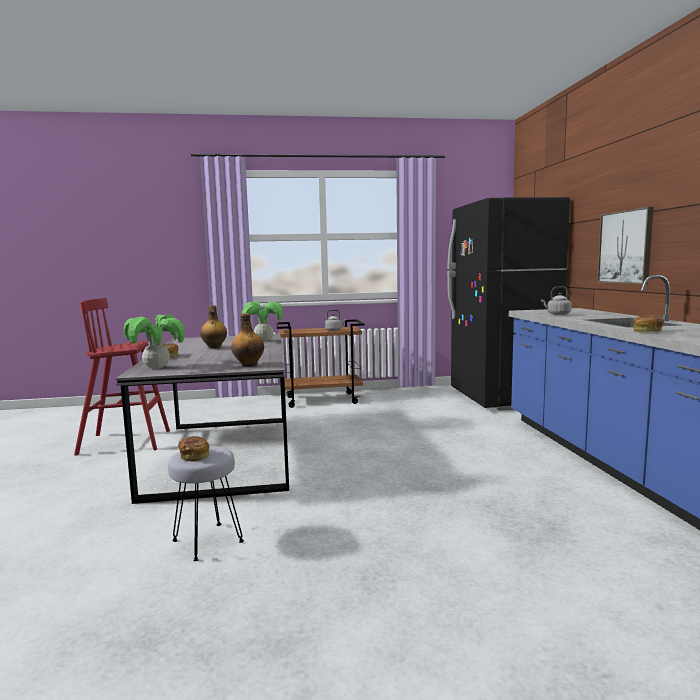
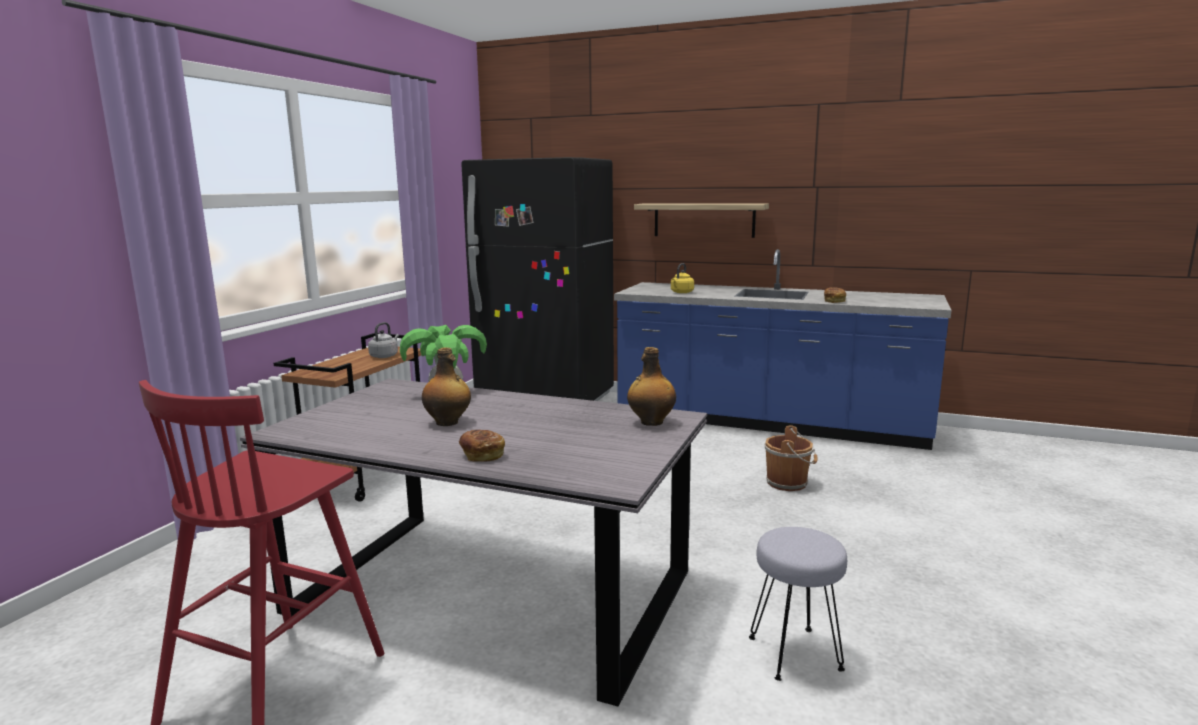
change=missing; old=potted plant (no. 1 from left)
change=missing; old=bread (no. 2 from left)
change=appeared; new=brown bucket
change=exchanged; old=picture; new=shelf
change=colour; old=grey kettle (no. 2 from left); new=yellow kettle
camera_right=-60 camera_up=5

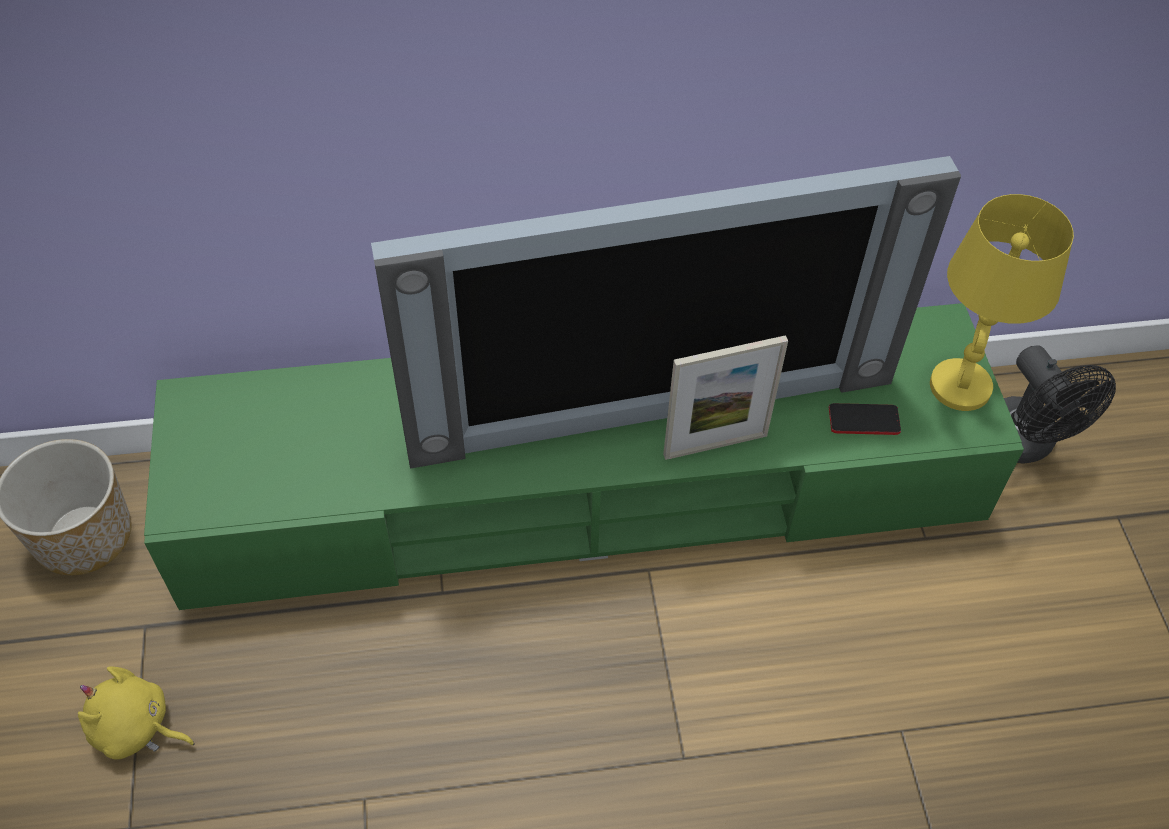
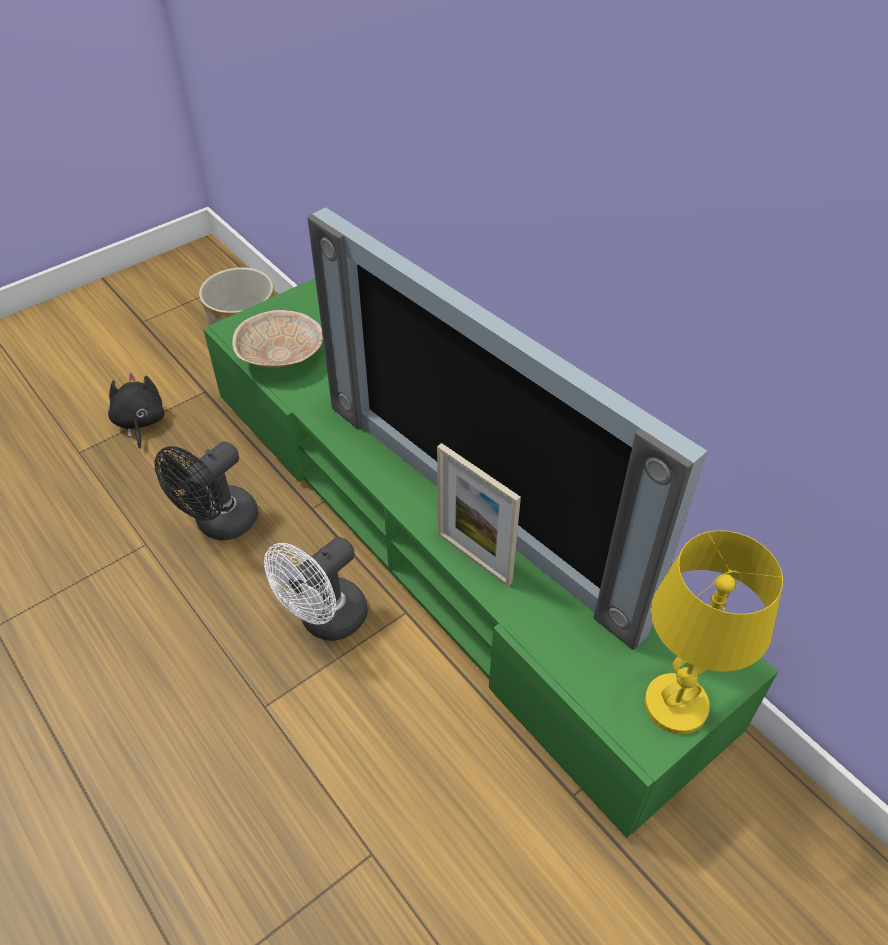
change=missing; old=phone
change=appeared; new=beige bowl
change=appeared; new=white fan
change=relocated; old=black fan
change=colour; old=yellow plush toy; new=black plush toy
camera_right=60 camera_up=-5

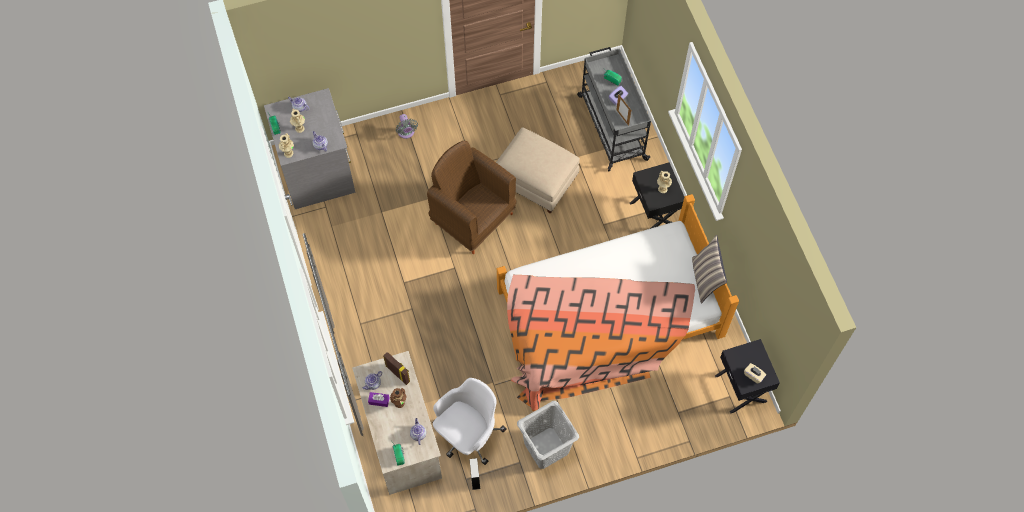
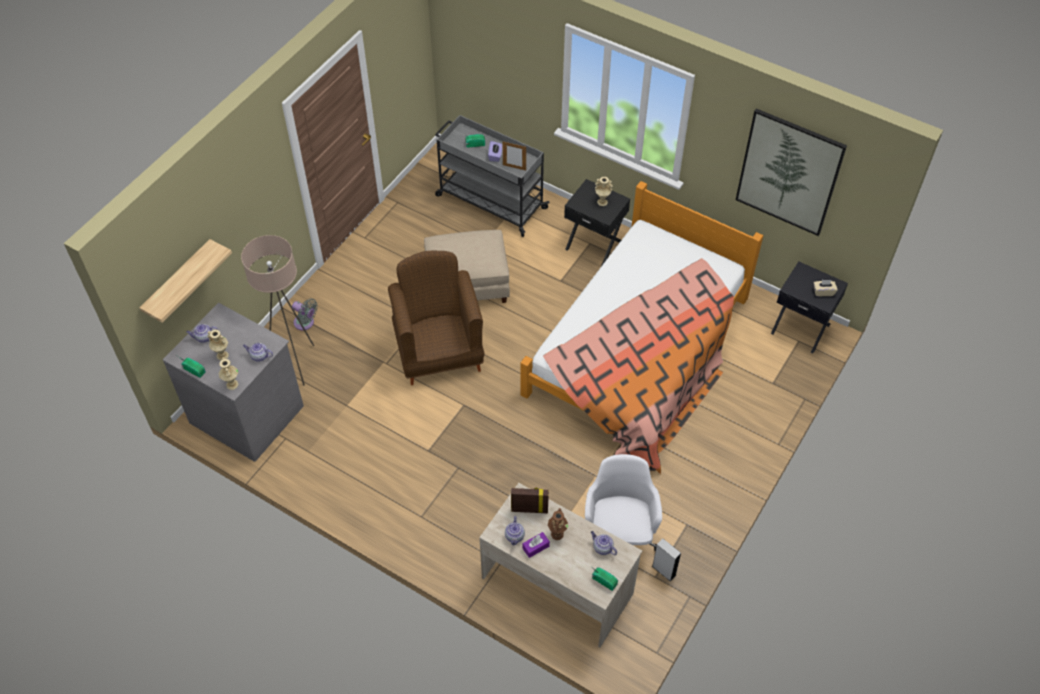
change=missing; old=grey laundry basket
change=missing; old=pillow
change=appeared; new=shelf
change=appeared; new=beige floor lamp
change=appeared; new=picture
change=spun; old=brown armchair; degrees=75
camera_right=-40 camera_up=-10

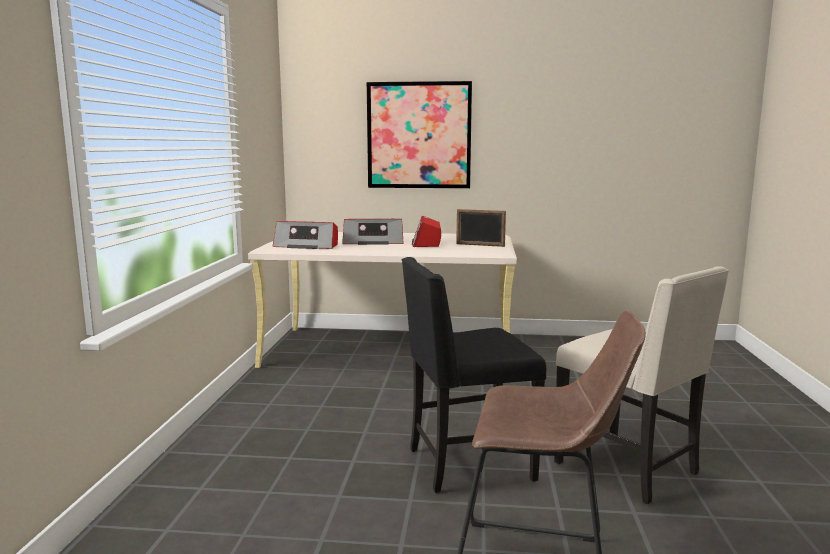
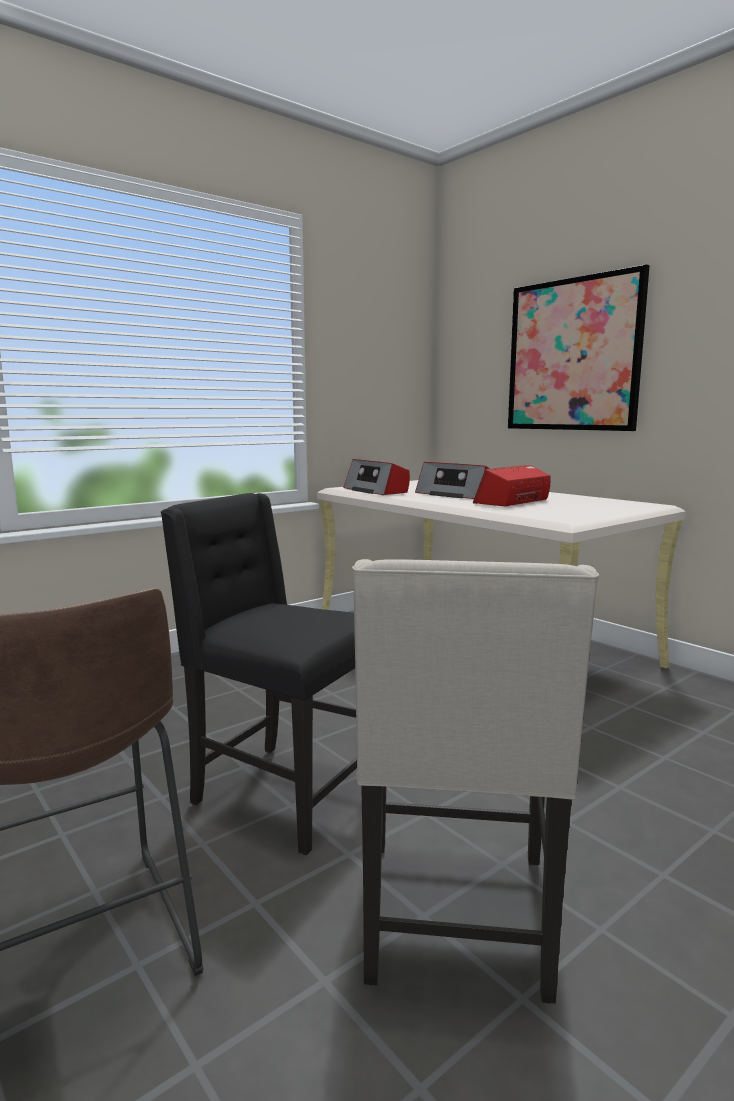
change=missing; old=picture frame
camera_right=45 camera_up=0

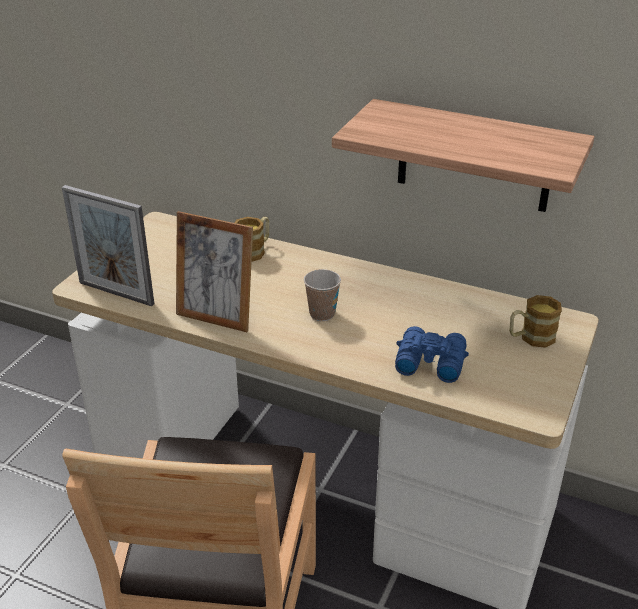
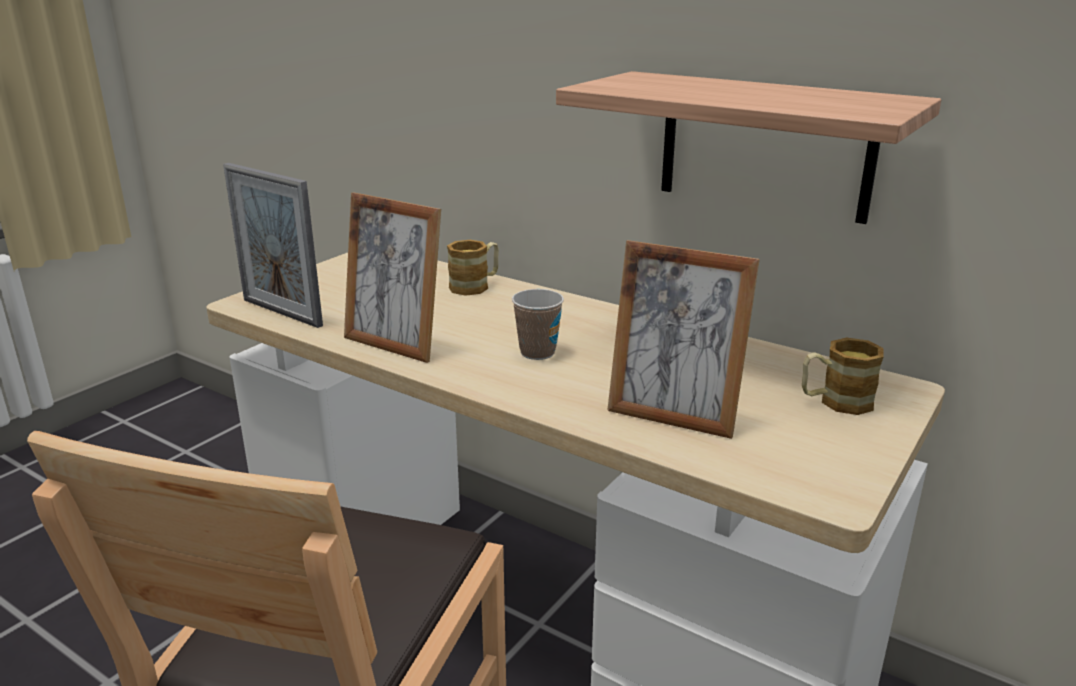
change=exchanged; old=blue binoculars; new=picture frame (no. 3 from left)
camera_right=10 camera_up=-10

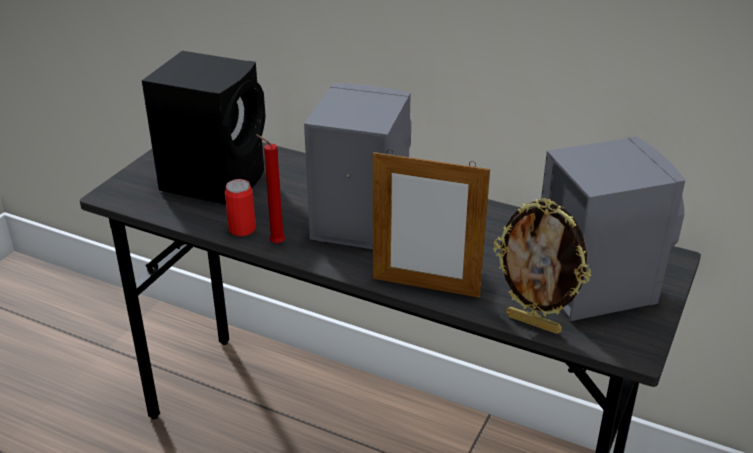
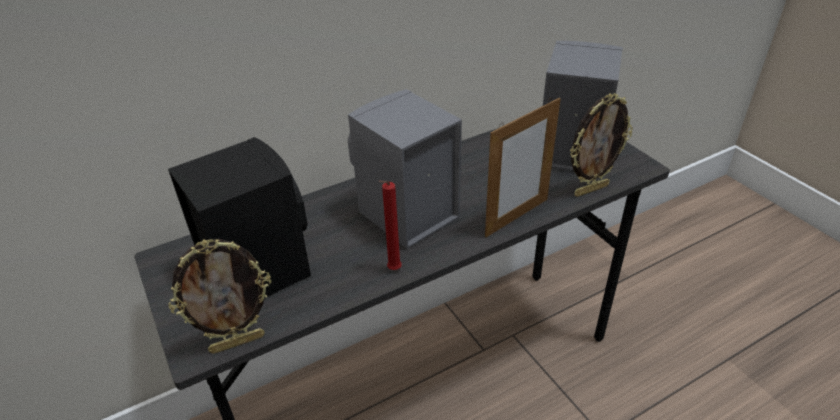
change=missing; old=can
change=appeared; new=picture frame (no. 1 from left)
camera_right=-55 camera_up=5

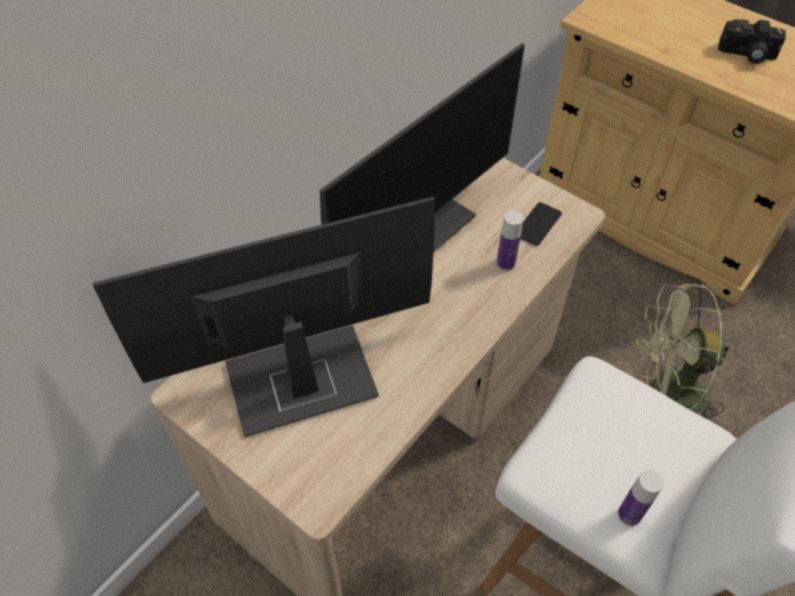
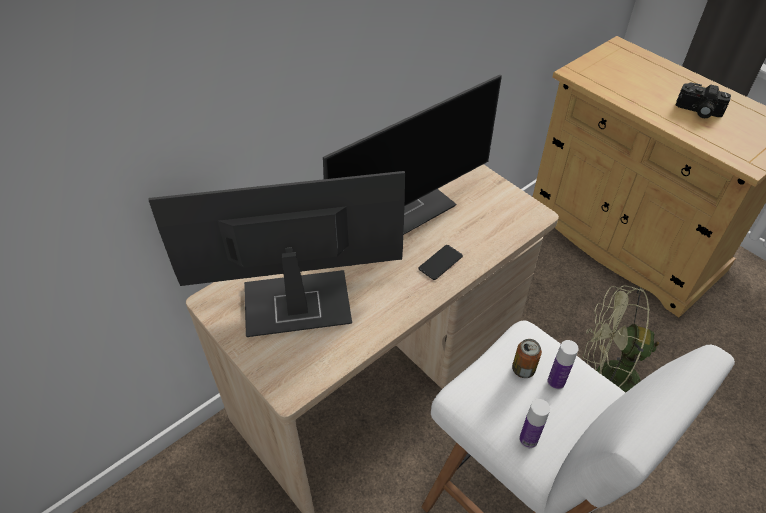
change=appeared; new=can
change=relocated; old=bottle (no. 1 from left in the first image); new=bottle (no. 2 from left)
change=relocated; old=phone
camera_right=10 camera_up=-5

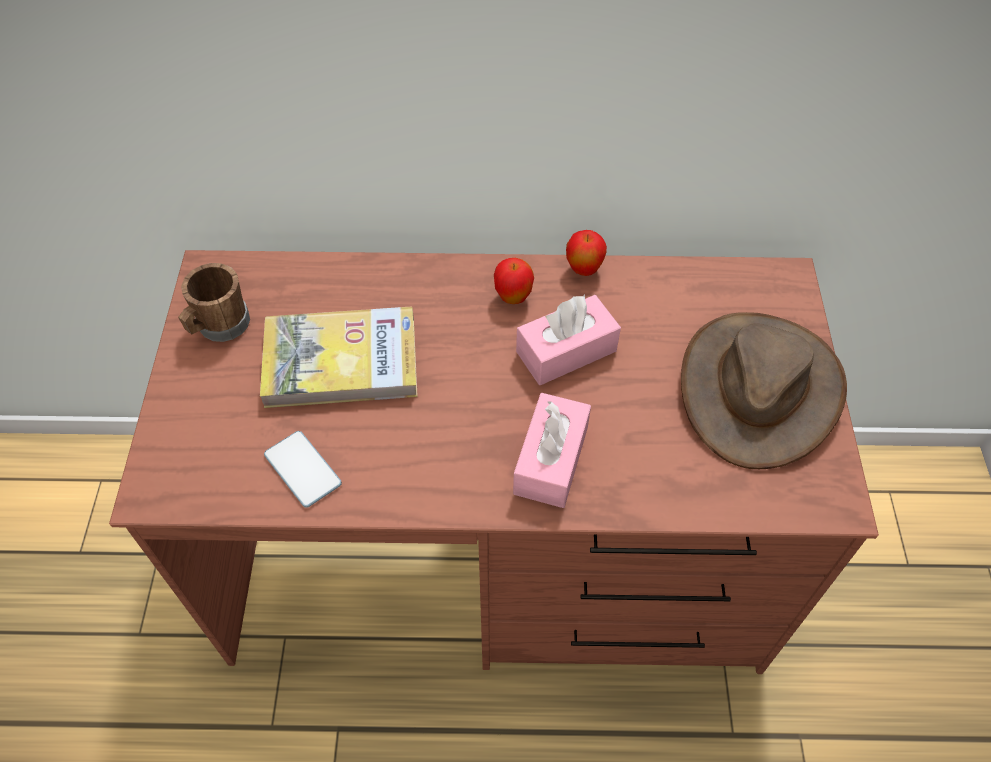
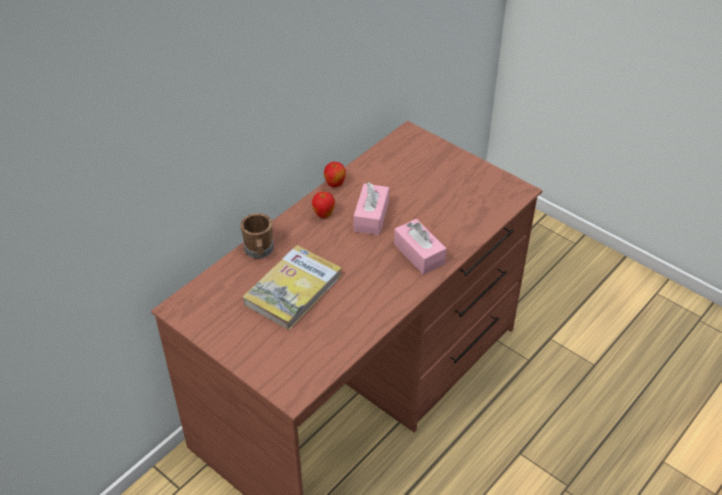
change=missing; old=phone
change=missing; old=brown hat
change=relocated; old=brown mug
camera_right=-50 camera_up=-10

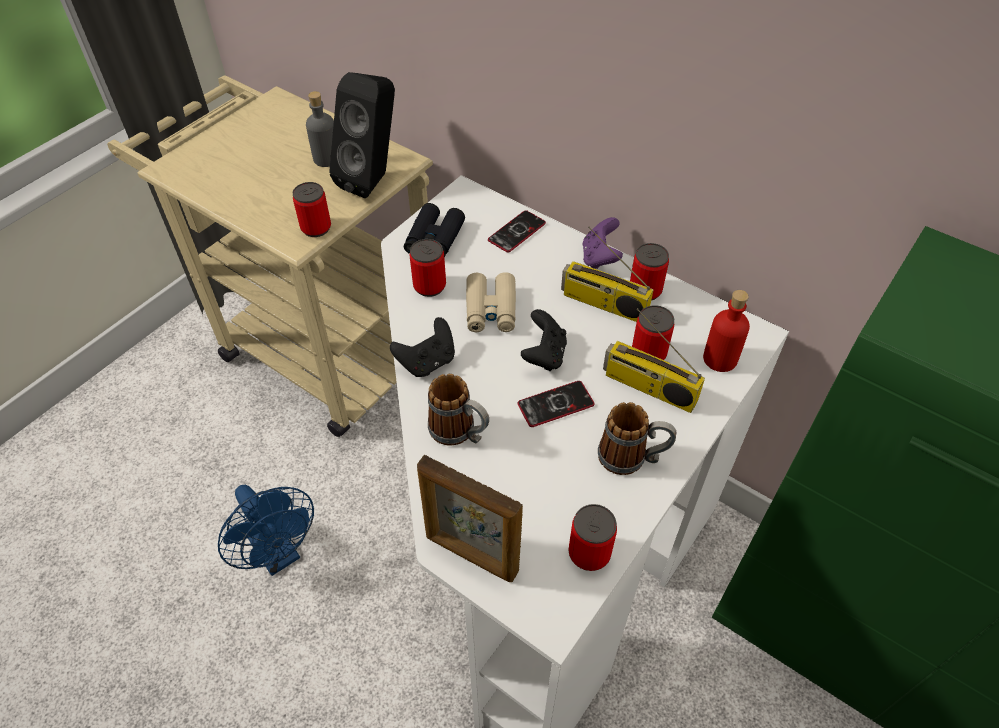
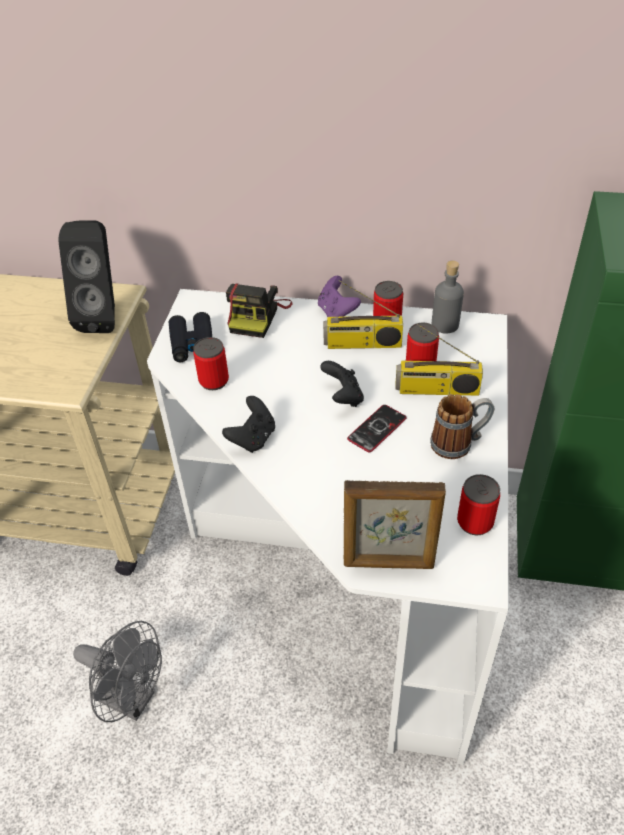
change=missing; old=can (no. 1 from left)
change=missing; old=mug (no. 1 from left)
change=missing; old=beige binoculars
change=missing; old=red bottle
change=relocated; old=grey bottle
change=exchanged; old=phone (no. 1 from left); new=photo camera
change=colour; old=blue fan; new=grey fan
camera_right=-25 camera_up=-5

